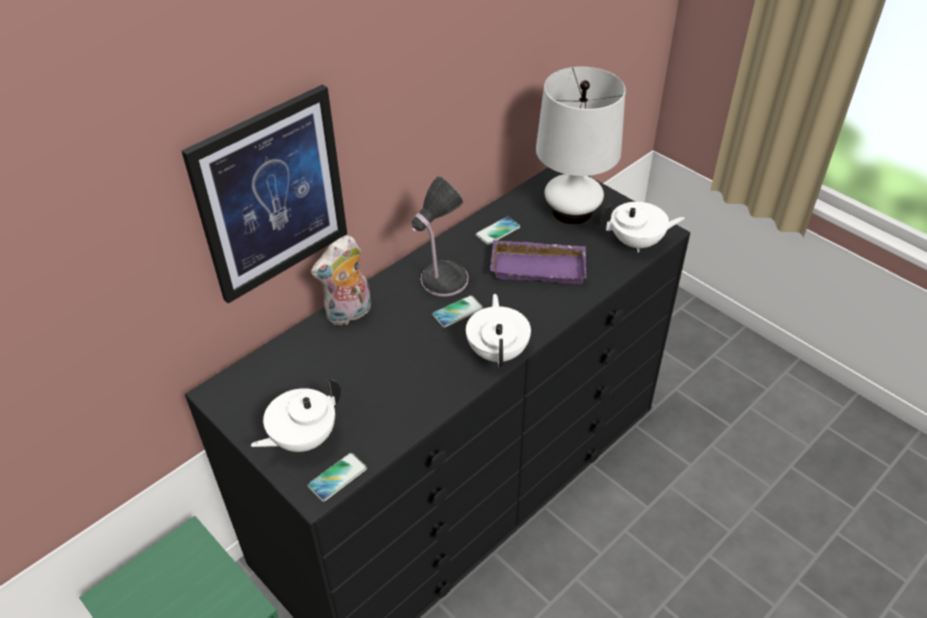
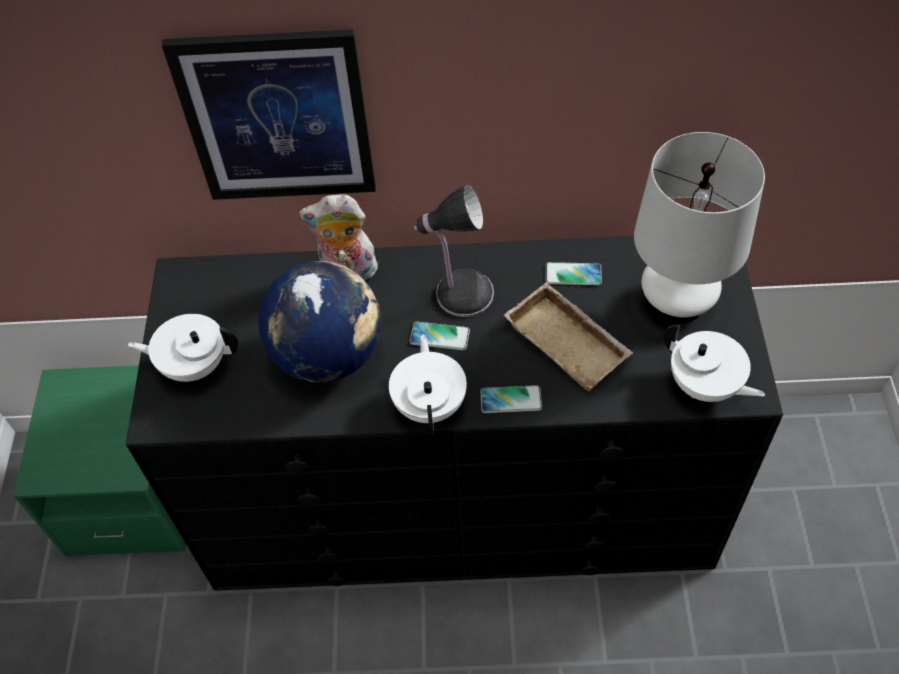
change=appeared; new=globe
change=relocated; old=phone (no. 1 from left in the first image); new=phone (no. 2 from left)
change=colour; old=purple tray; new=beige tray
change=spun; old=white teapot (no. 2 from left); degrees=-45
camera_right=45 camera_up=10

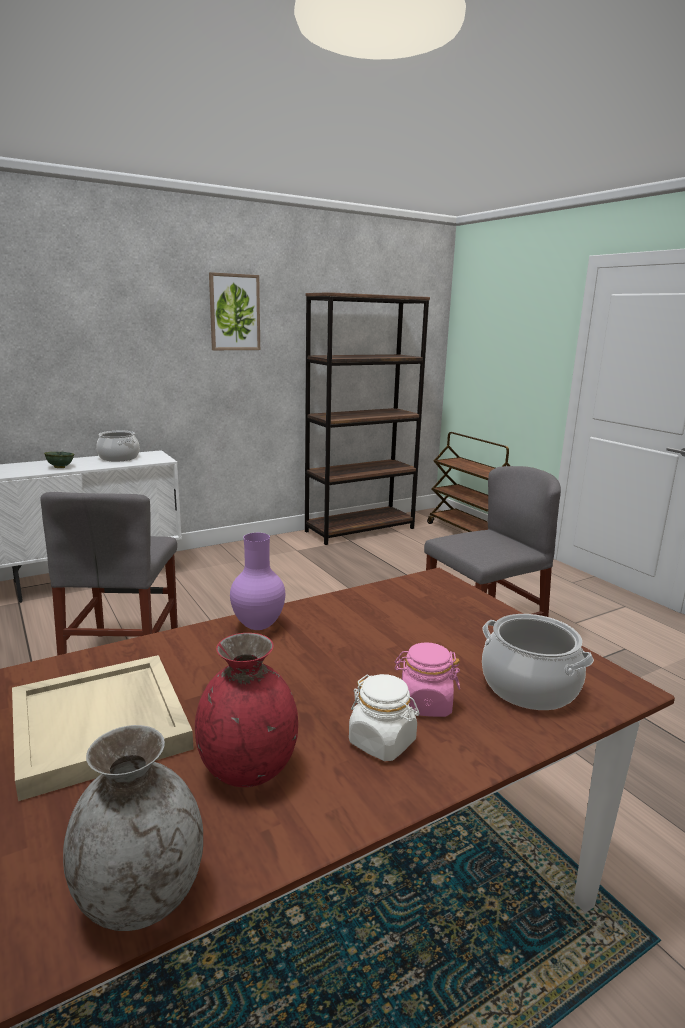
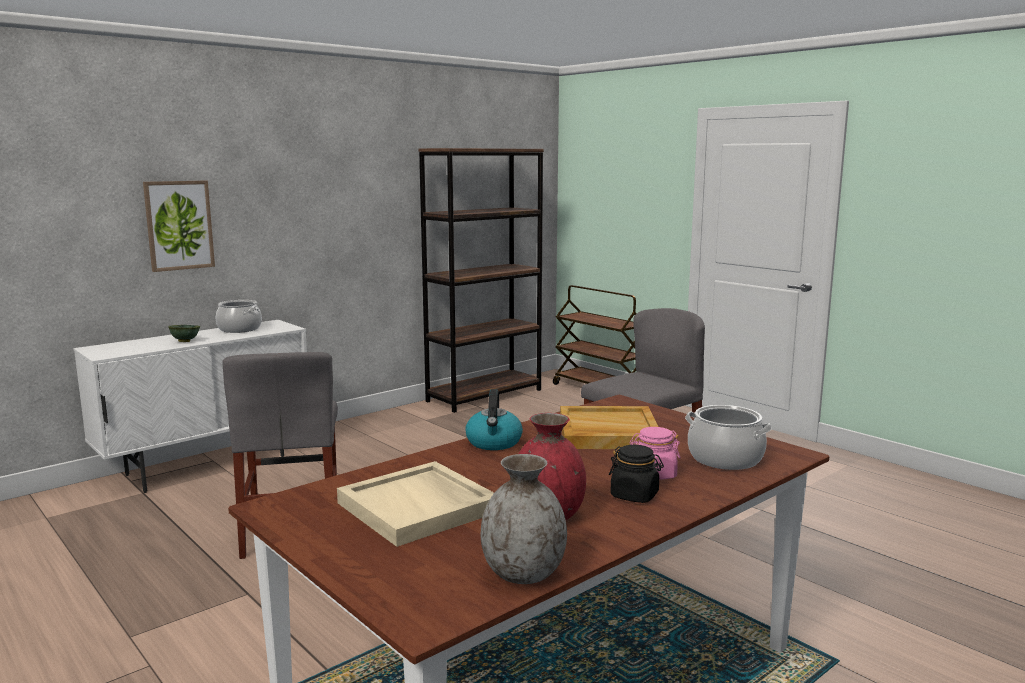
change=appeared; new=beige tray (no. 2 from left)
change=relocated; old=picture
change=exchanged; old=purple vase; new=kettle
change=colour; old=white jar; new=black jar
camera_right=-10 camera_up=-5

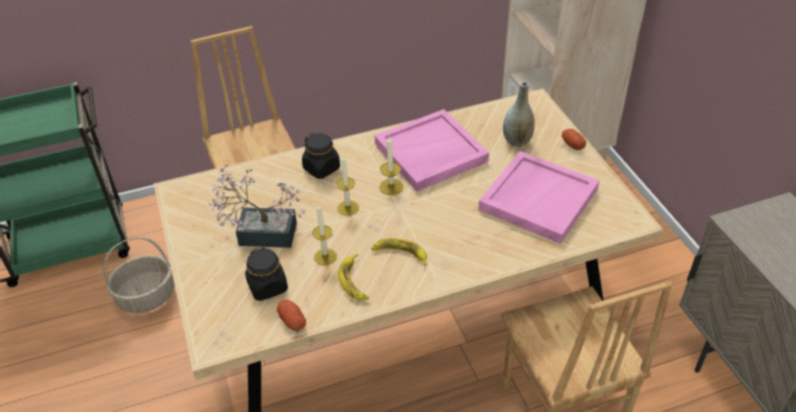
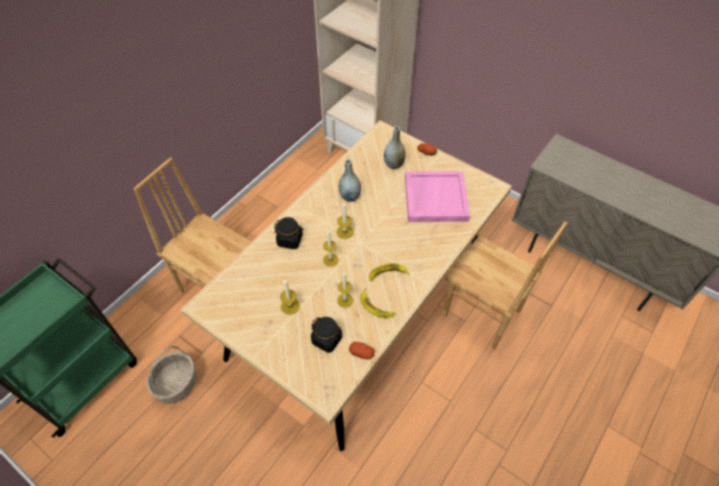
change=exchanged; old=potted plant; new=candle (no. 1 from left)
change=exchanged; old=pink tray (no. 1 from left); new=grey vase (no. 1 from left)
camera_right=-35 camera_up=10

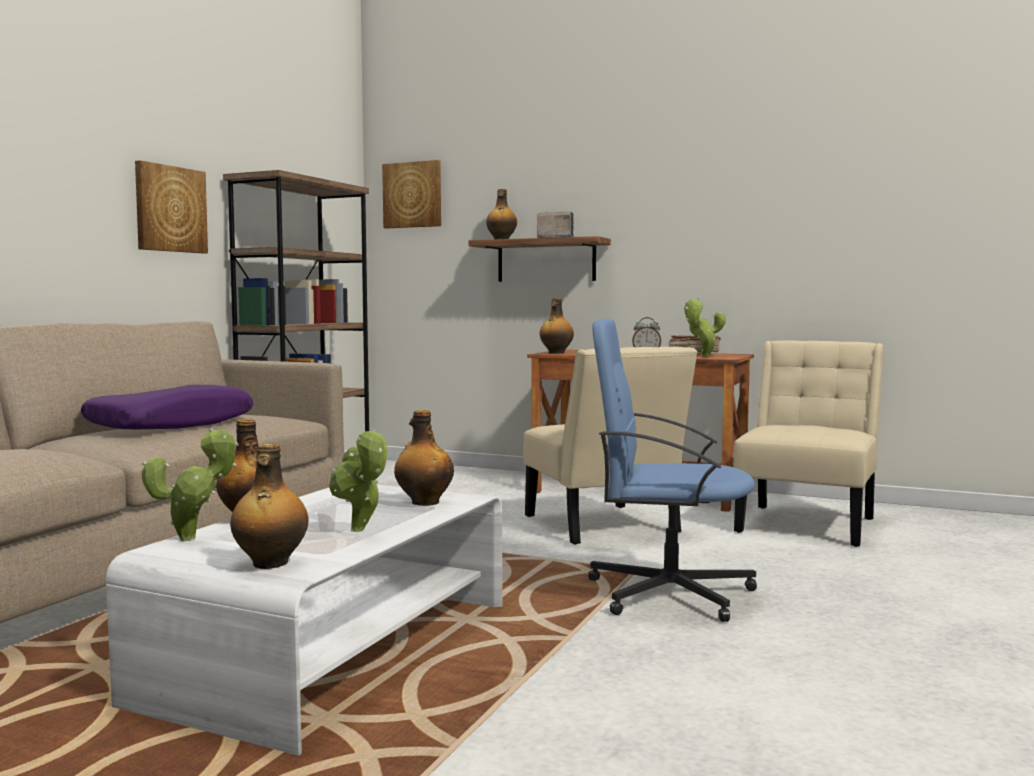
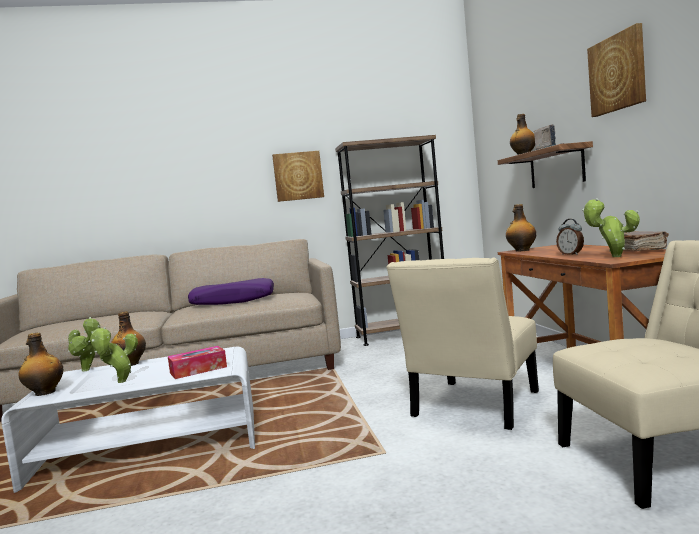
change=missing; old=blue office chair
change=relocated; old=picture (no. 2 from left)
change=exchanged; old=bottle (no. 3 from left); new=tissue box
camera_right=55 camera_up=0

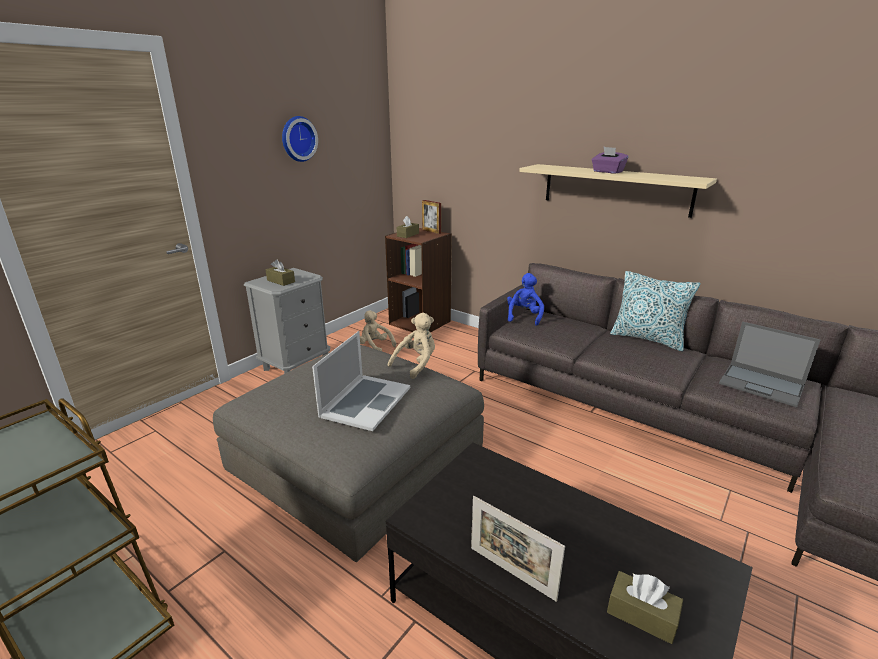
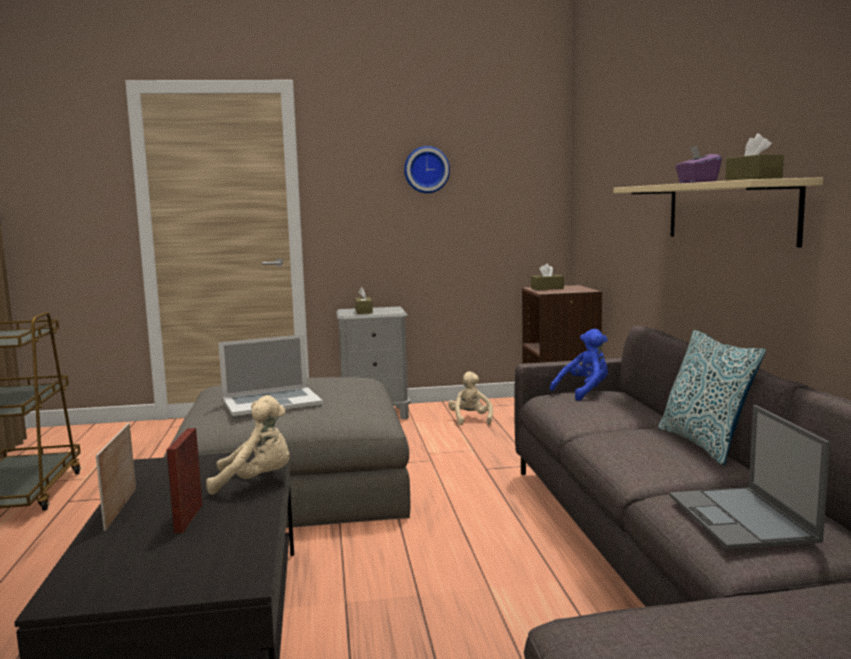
change=relocated; old=beige plush toy (no. 2 from left in the first image); new=beige plush toy (no. 1 from left)
change=relocated; old=picture frame (no. 1 from left in the first image); new=picture frame (no. 2 from left)
change=relocated; old=brown tissue box (no. 3 from left)
camera_right=45 camera_up=-15

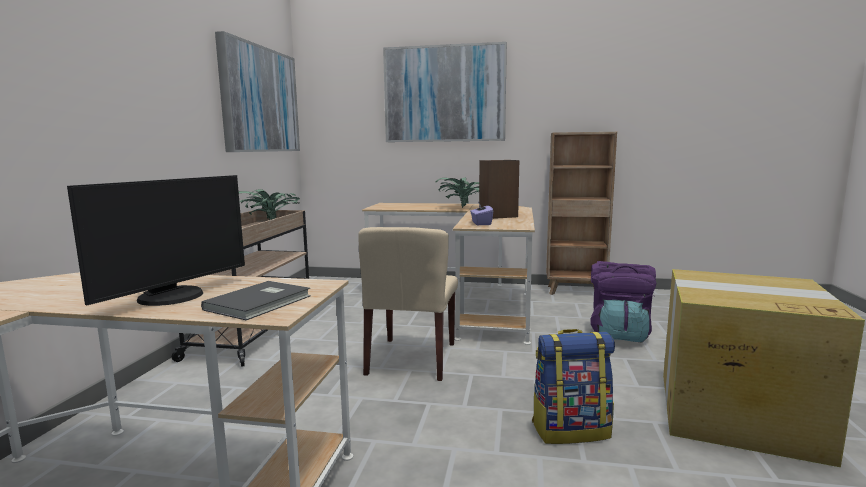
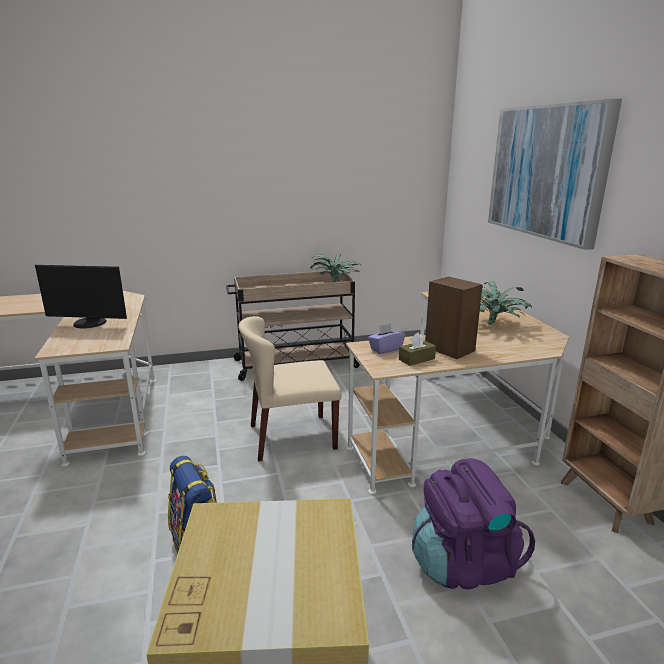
change=missing; old=grey book
change=missing; old=picture (no. 1 from left)
change=appeared; new=brown tissue box
camera_right=65 camera_up=10

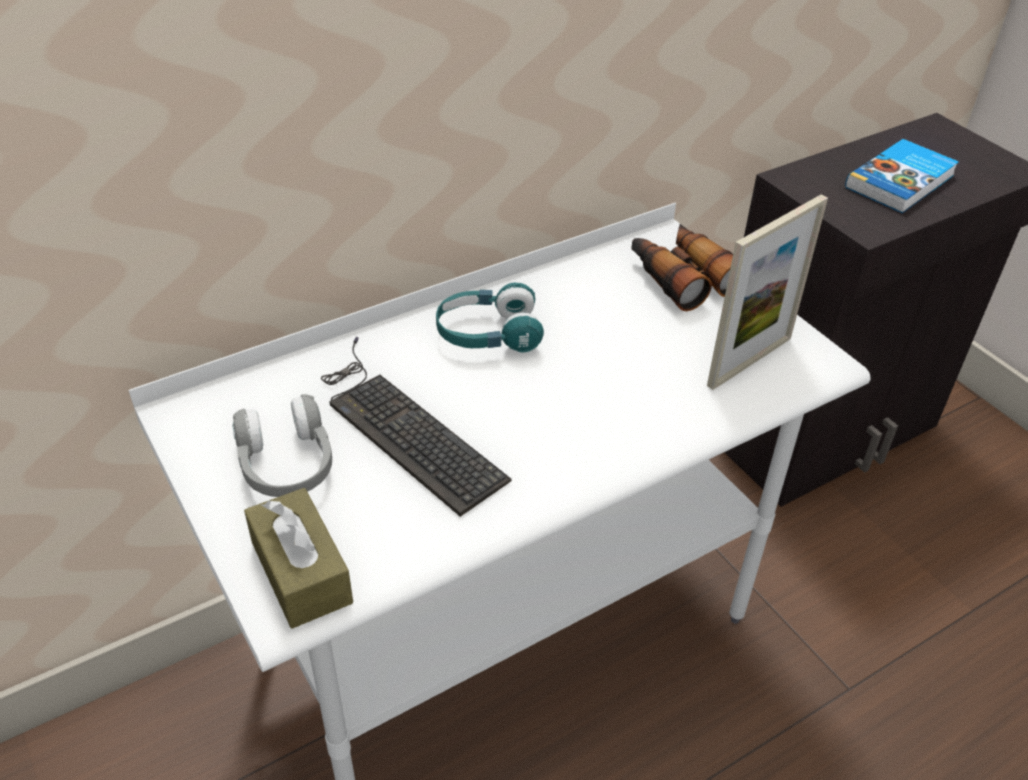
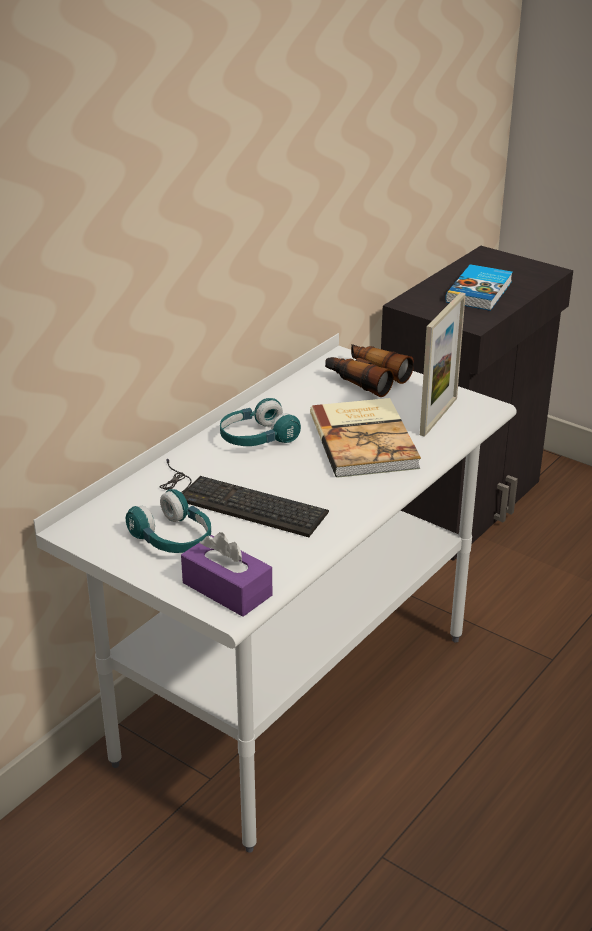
change=appeared; new=book (no. 1 from left)
change=colour; old=grey headphones; new=turquoise headphones (no. 1 from left)
change=colour; old=brown tissue box; new=purple tissue box
camera_right=-20 camera_up=-10

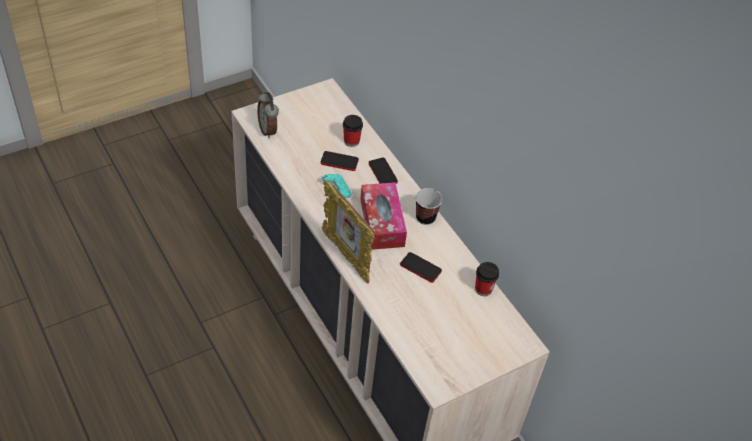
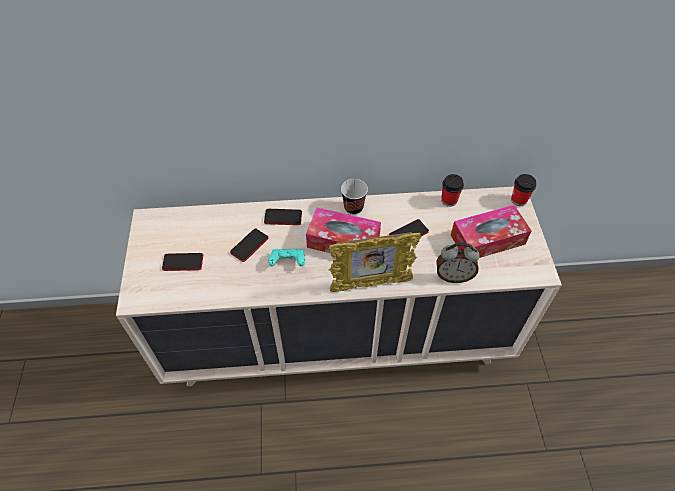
change=appeared; new=phone (no. 1 from left)
change=appeared; new=tissue box (no. 2 from left)
change=relocated; old=alarm clock
change=relocated; old=cup (no. 1 from left in the first image); new=cup (no. 3 from left)
camera_right=-60 camera_up=5

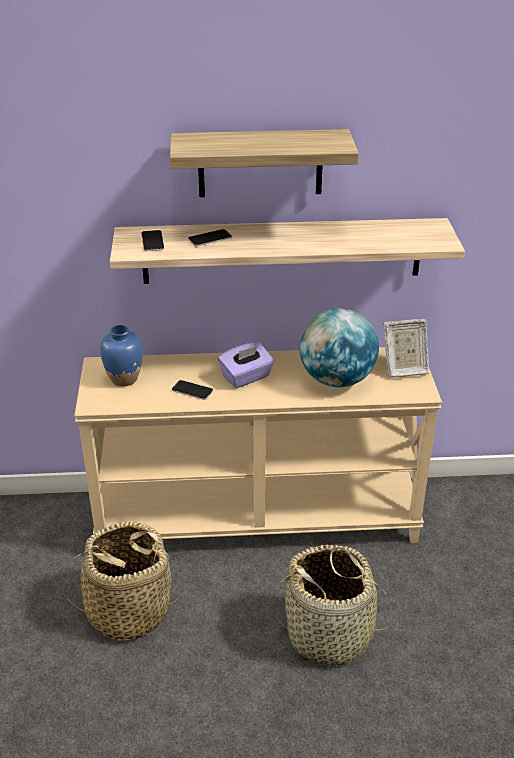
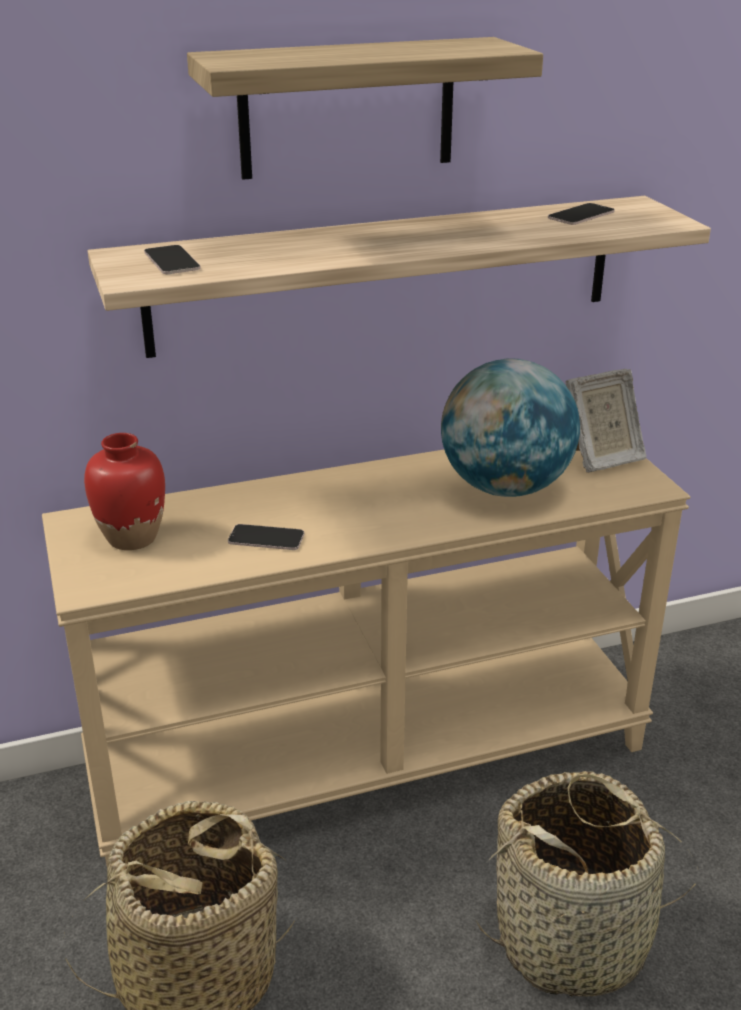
change=missing; old=purple tissue box
change=relocated; old=phone (no. 3 from left)
change=colour; old=blue vase; new=red vase
camera_right=-15 camera_up=-5

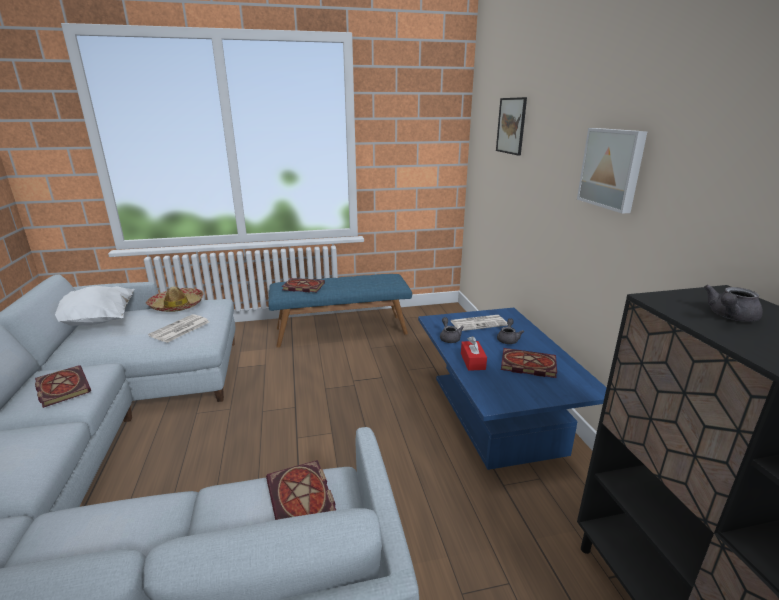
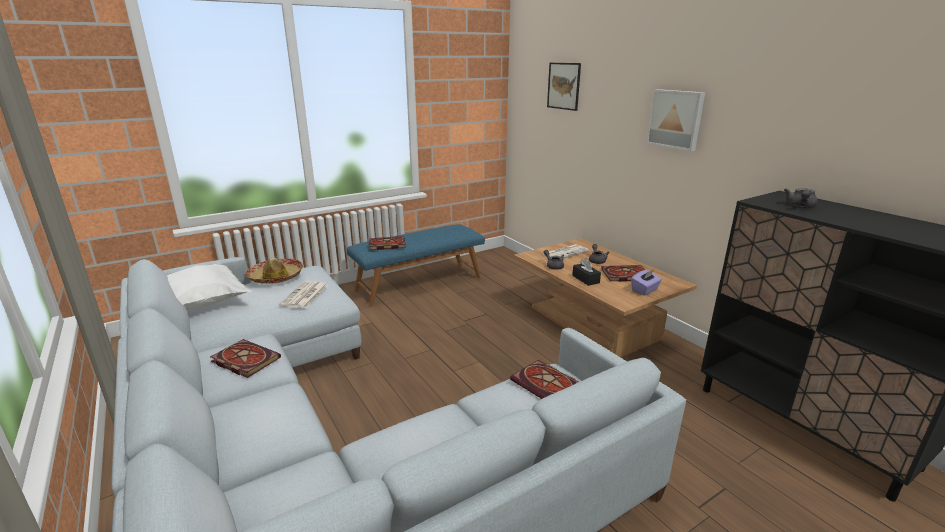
change=appeared; new=purple tissue box
change=colour; old=blue coffee table; new=brown coffee table
change=colour; old=red tissue box; new=black tissue box
camera_right=-20 camera_up=0

